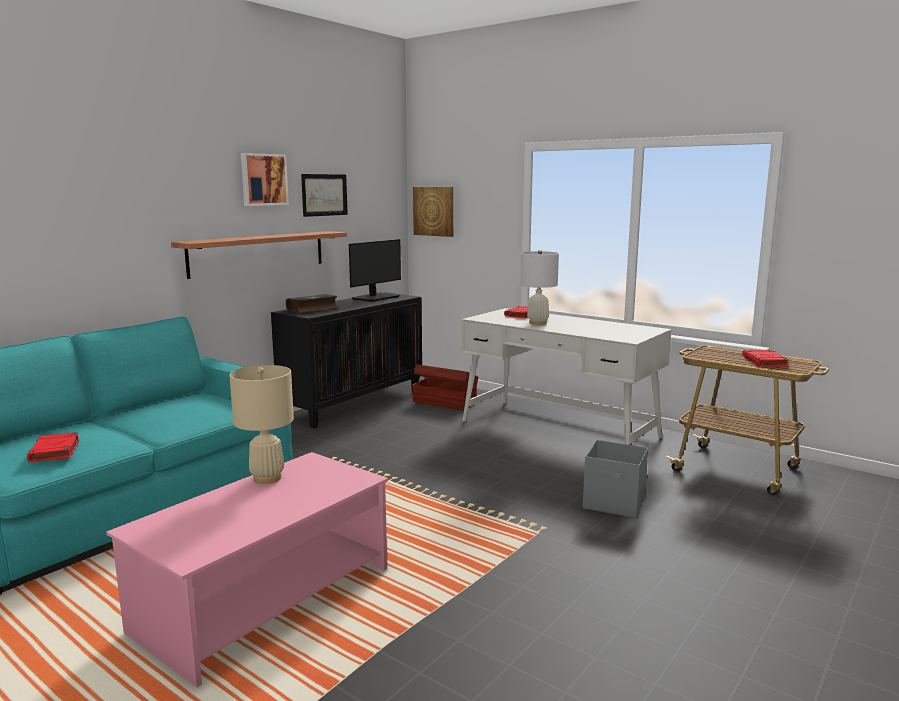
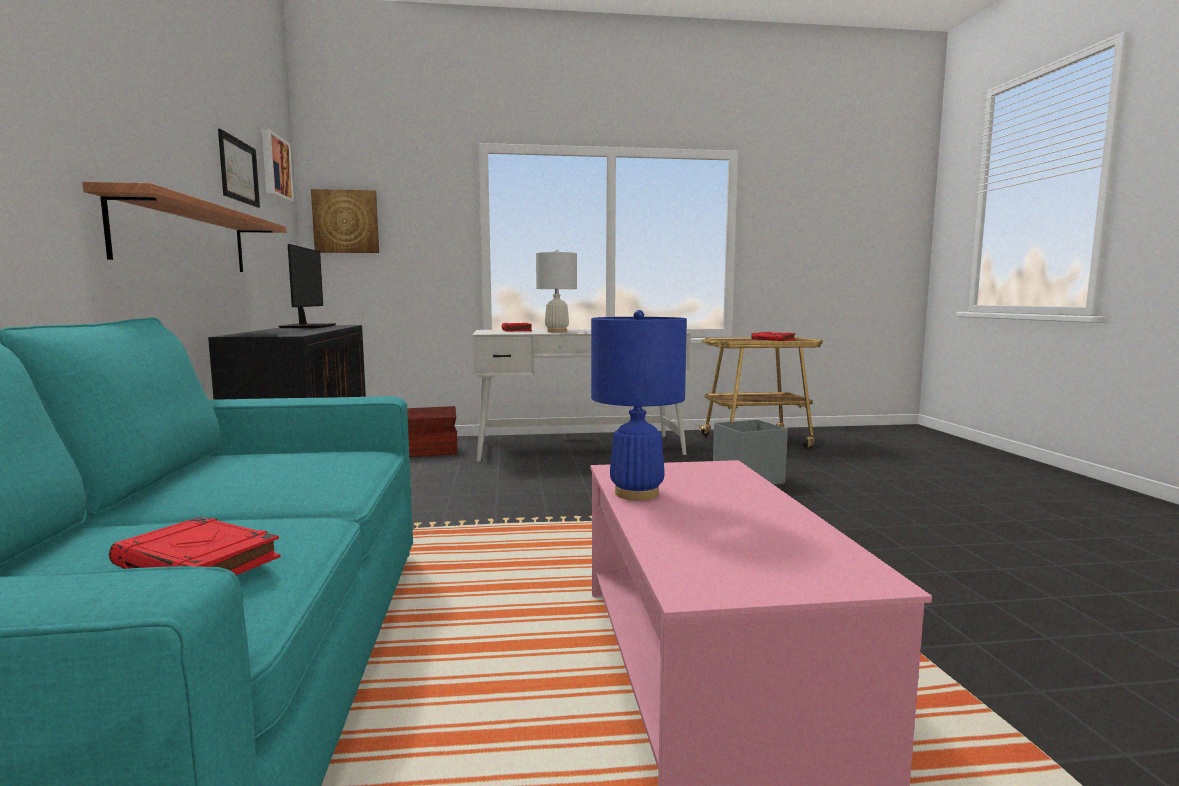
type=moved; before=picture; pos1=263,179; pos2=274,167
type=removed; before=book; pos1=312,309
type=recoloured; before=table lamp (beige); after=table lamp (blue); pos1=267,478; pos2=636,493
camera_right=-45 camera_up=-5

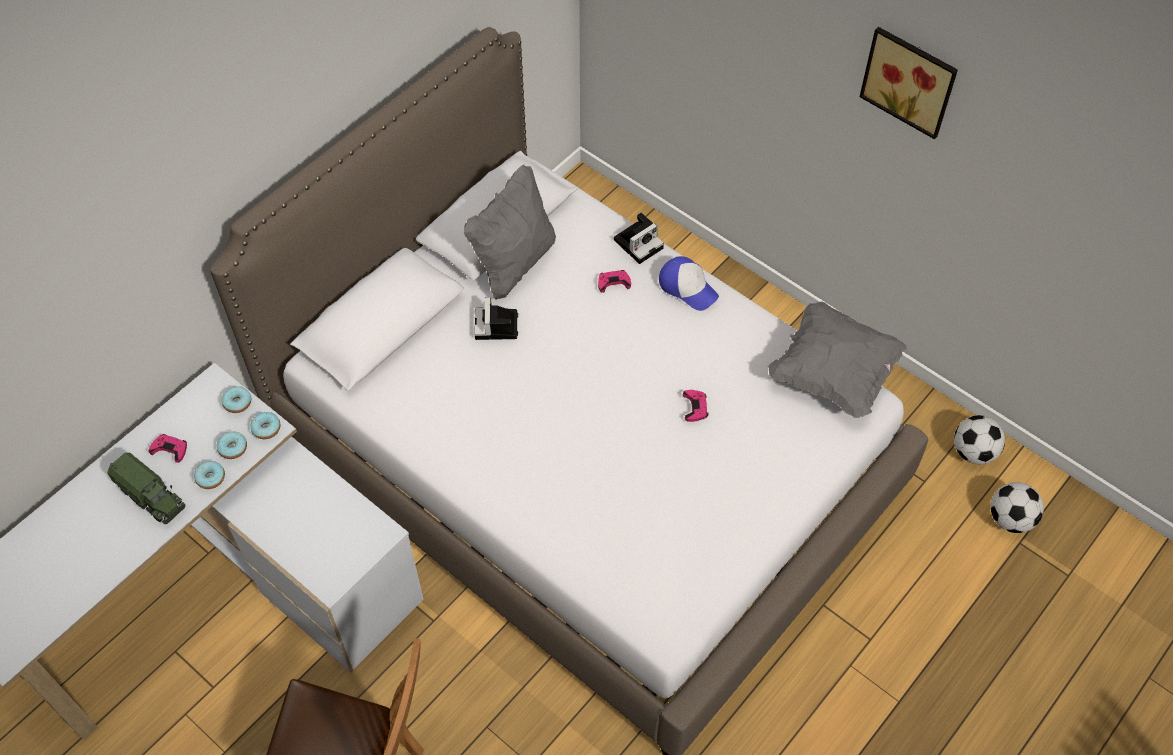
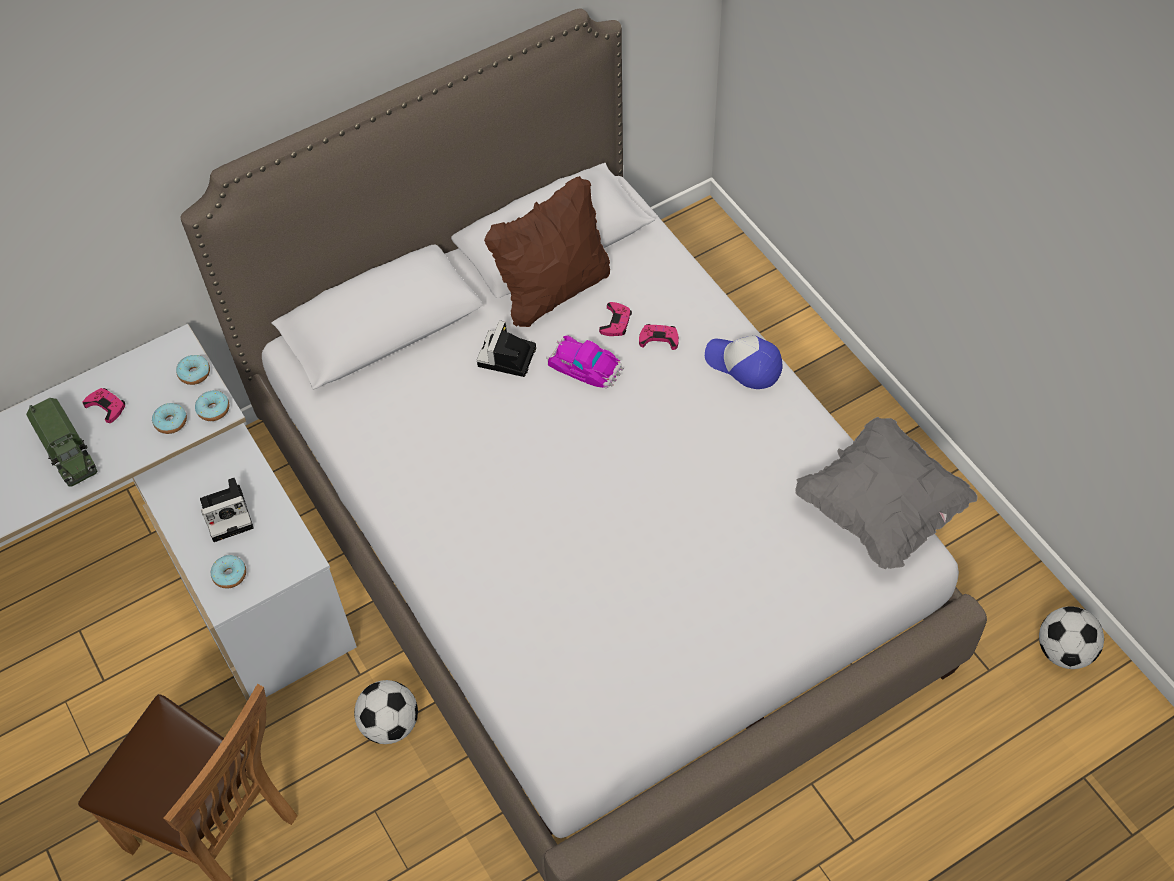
type=removed; before=picture; pos1=910,80
type=recoloured; before=pillow (grey); after=pillow (brown); pos1=514,264; pos2=553,291
type=moved; before=photo camera; pos1=639,242; pos2=229,513
type=turned; before=cap; pos1=688,287; pos2=744,364; turn=150
type=moved; before=game controller (pink); pos1=695,407; pos2=616,322
type=moved; before=donut; pos1=210,478; pos2=230,575
type=moved; before=football; pos1=1010,519; pos2=390,724
type=added; after=toy car; pos2=584,365
camera_right=20 camera_up=0

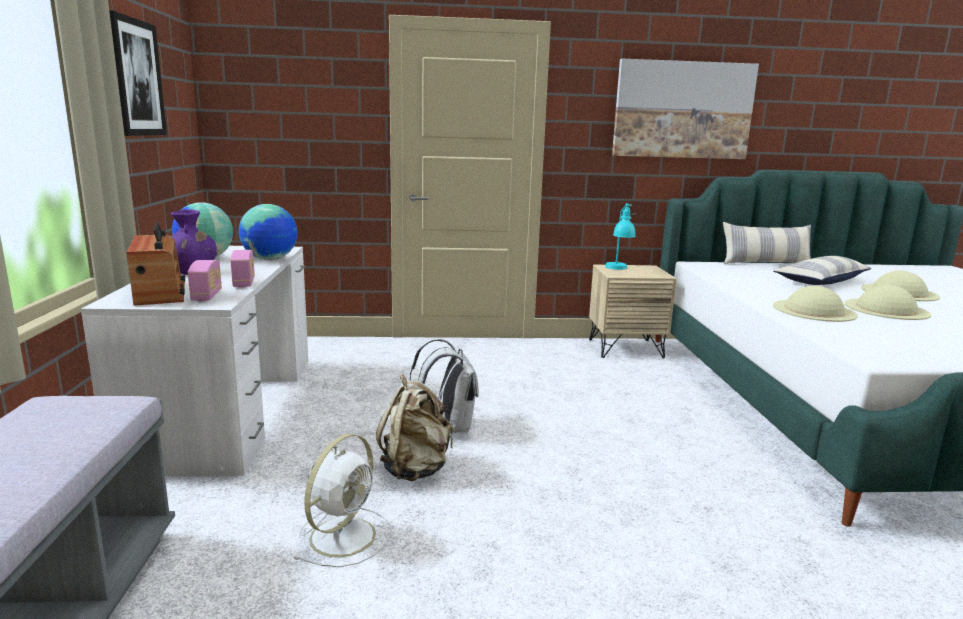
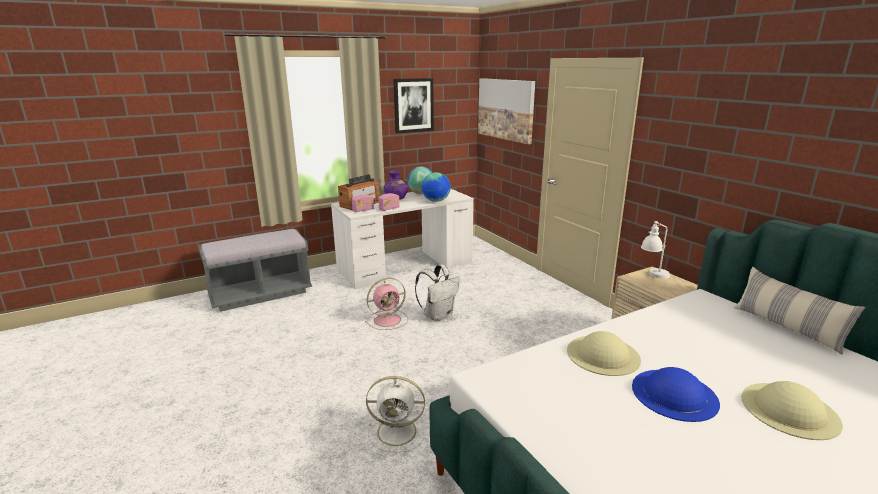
type=moved; before=picture; pos1=682,110; pos2=506,109
type=recoloured; before=table lamp (turquoise); after=table lamp (white); pos1=619,269; pos2=653,276
type=removed; before=pillow; pos1=821,281
type=recoloured; before=hat (beige); after=hat (blue); pos1=886,309; pos2=674,394
type=replaced; before=backpack (beige); after=fan (pink); pos1=416,469; pos2=388,320
type=moved; before=fan (white); pos1=344,535; pos2=398,432
camera_right=65 camera_up=5

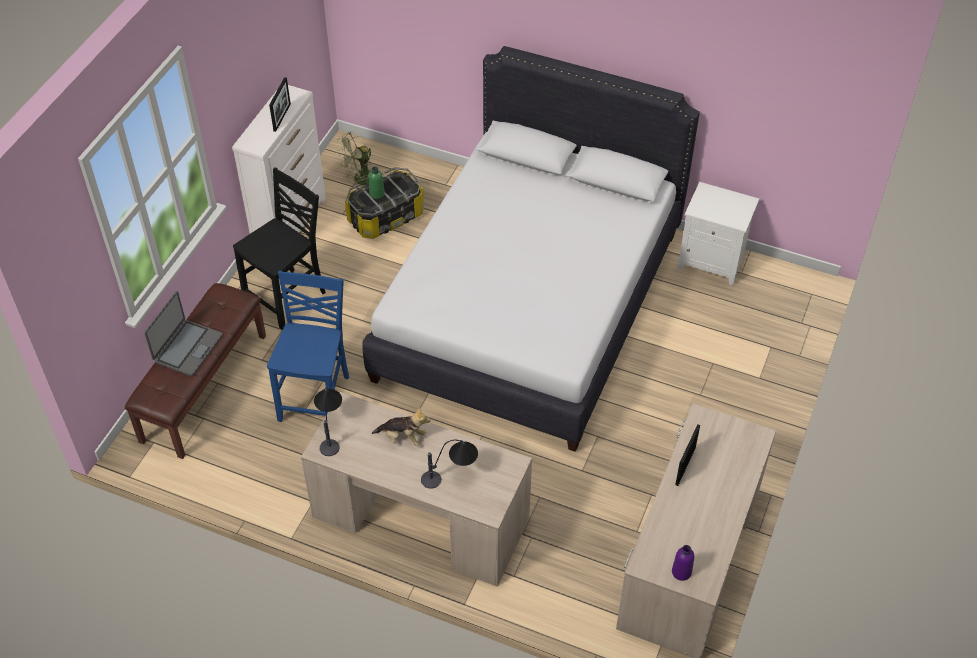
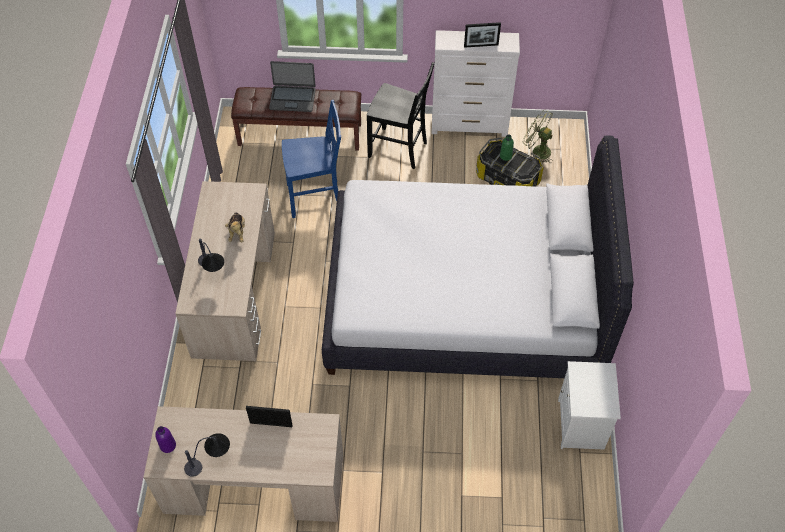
type=moved; before=table lamp; pos1=330,431; pos2=211,461
camera_right=70 camera_up=5

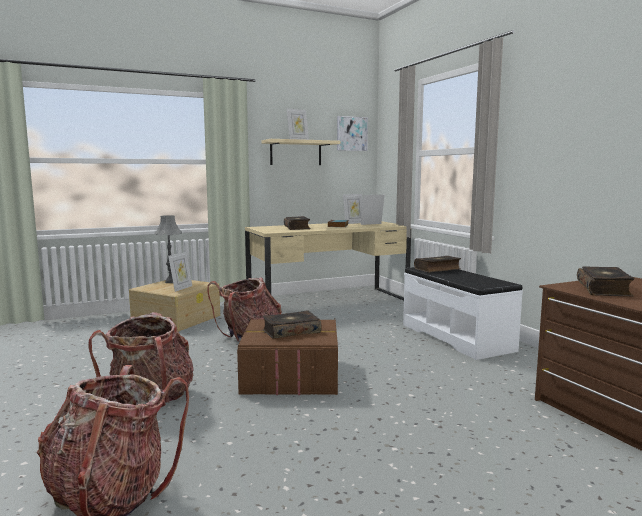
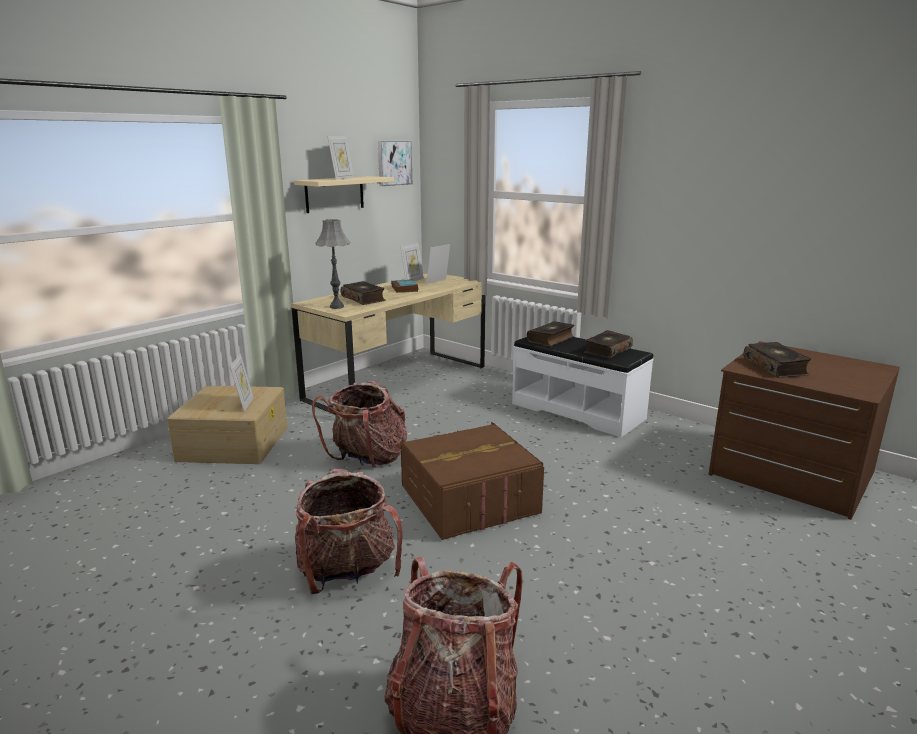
type=moved; before=table lamp (grey); pos1=171,282; pos2=337,307
type=moved; before=book; pos1=291,331; pos2=607,350
camera_right=-25 camera_up=10

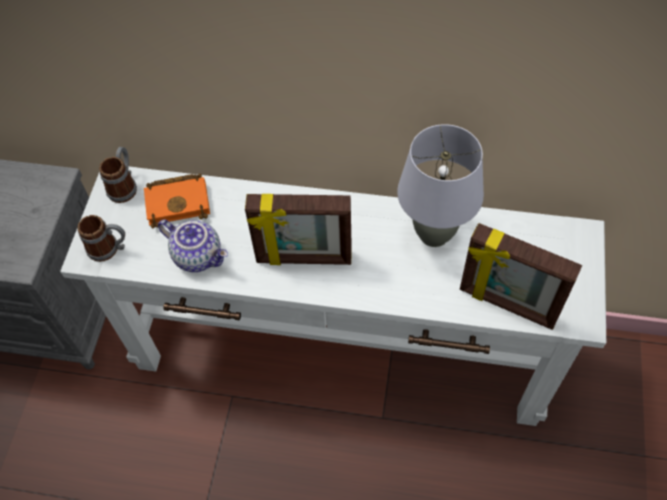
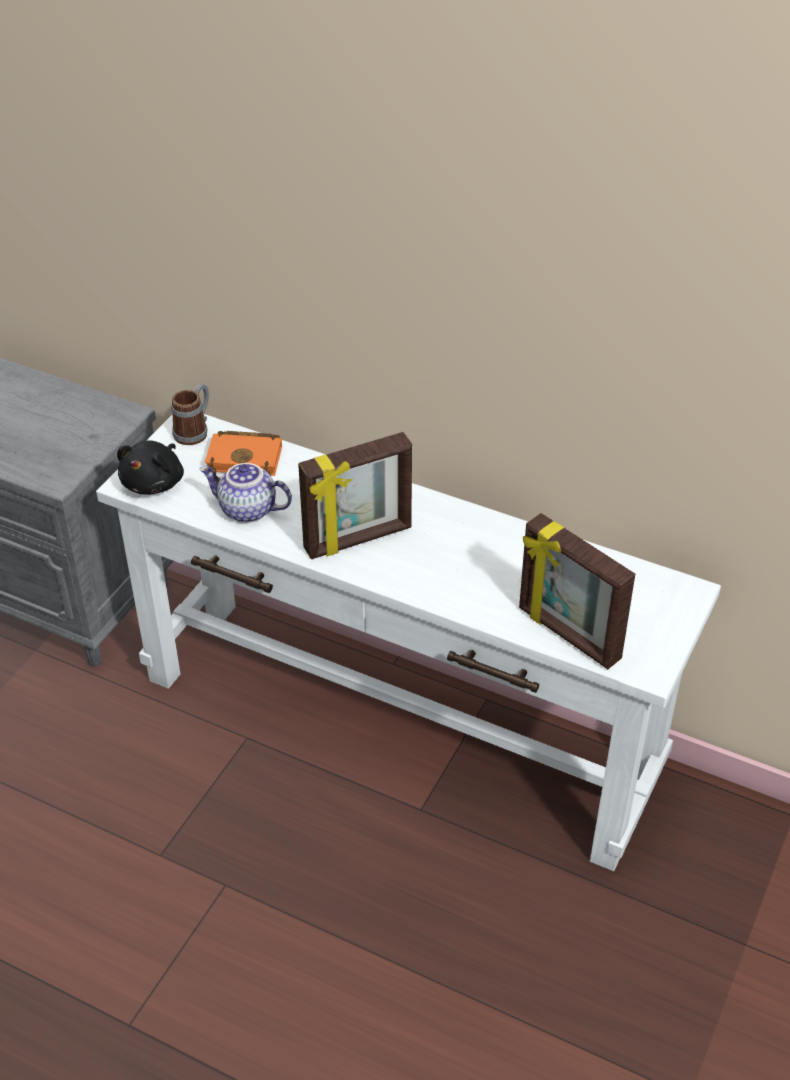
type=removed; before=table lamp (grey); pos1=434,235
type=turned; before=picture frame; pos1=304,259; pos2=358,540; turn=-45
type=replaced; before=mug; after=plush toy (black); pos1=109,249; pos2=155,482
type=turned; before=teapot; pos1=199,255; pos2=246,510; turn=150
camera_right=15 camera_up=-15

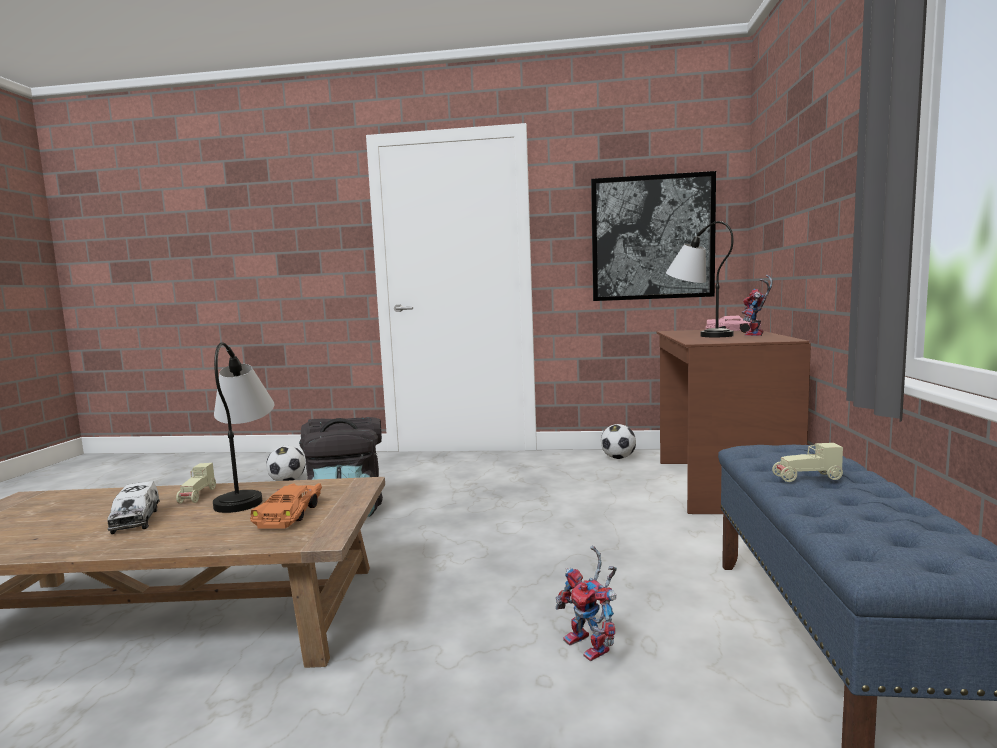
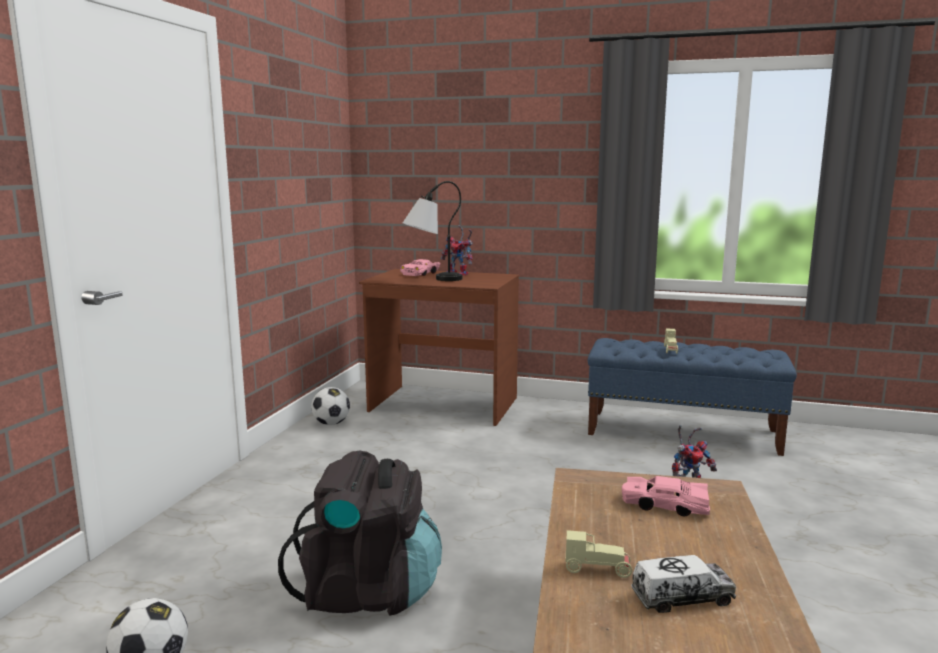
type=removed; before=picture; pos1=652,238
type=removed; before=table lamp; pos1=248,493
type=recoloured; before=toy car (orange); after=toy car (pink); pos1=291,514; pos2=665,505
camera_right=-80 camera_up=5

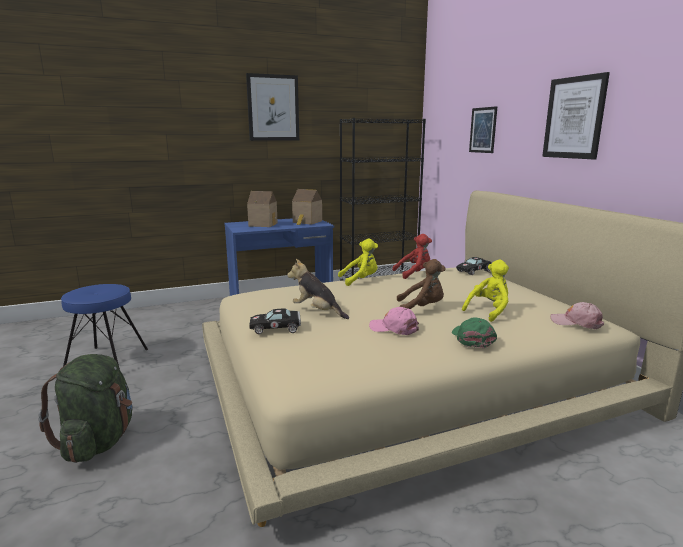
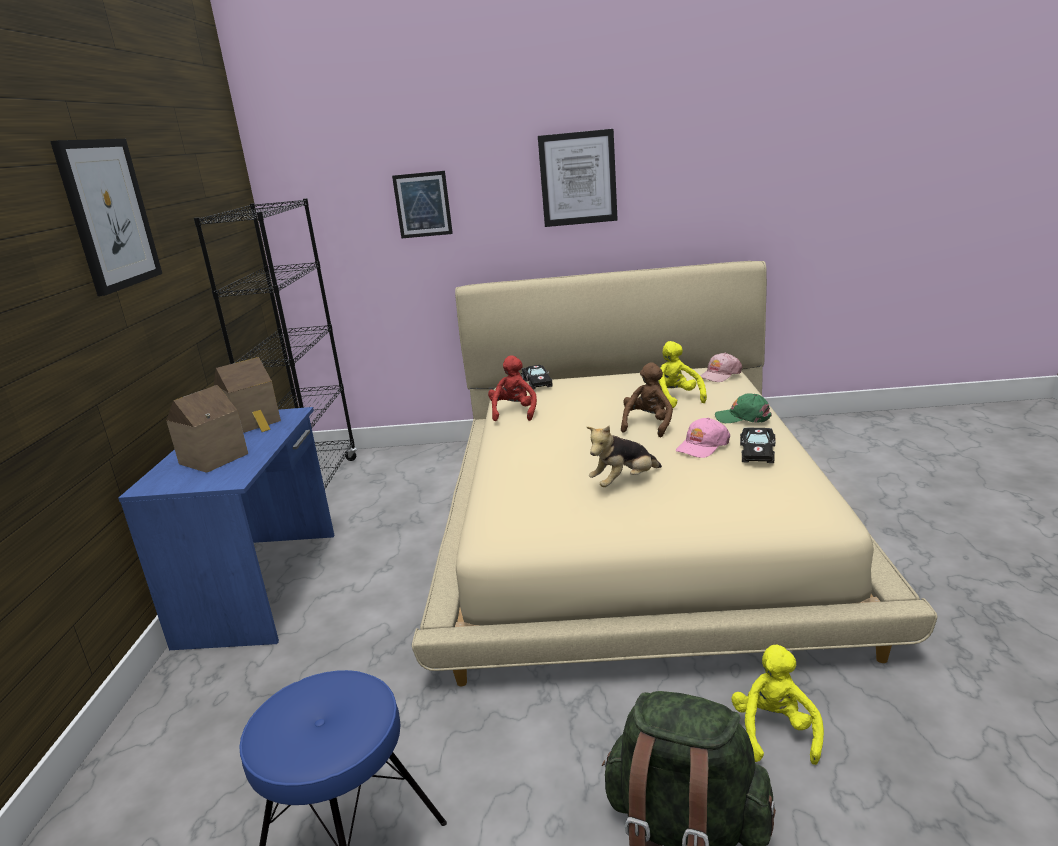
type=moved; before=plush toy (yellow); pos1=360,280; pos2=775,732
type=moved; before=toy car (black); pos1=278,328; pos2=757,452
camera_right=-65 camera_up=5

